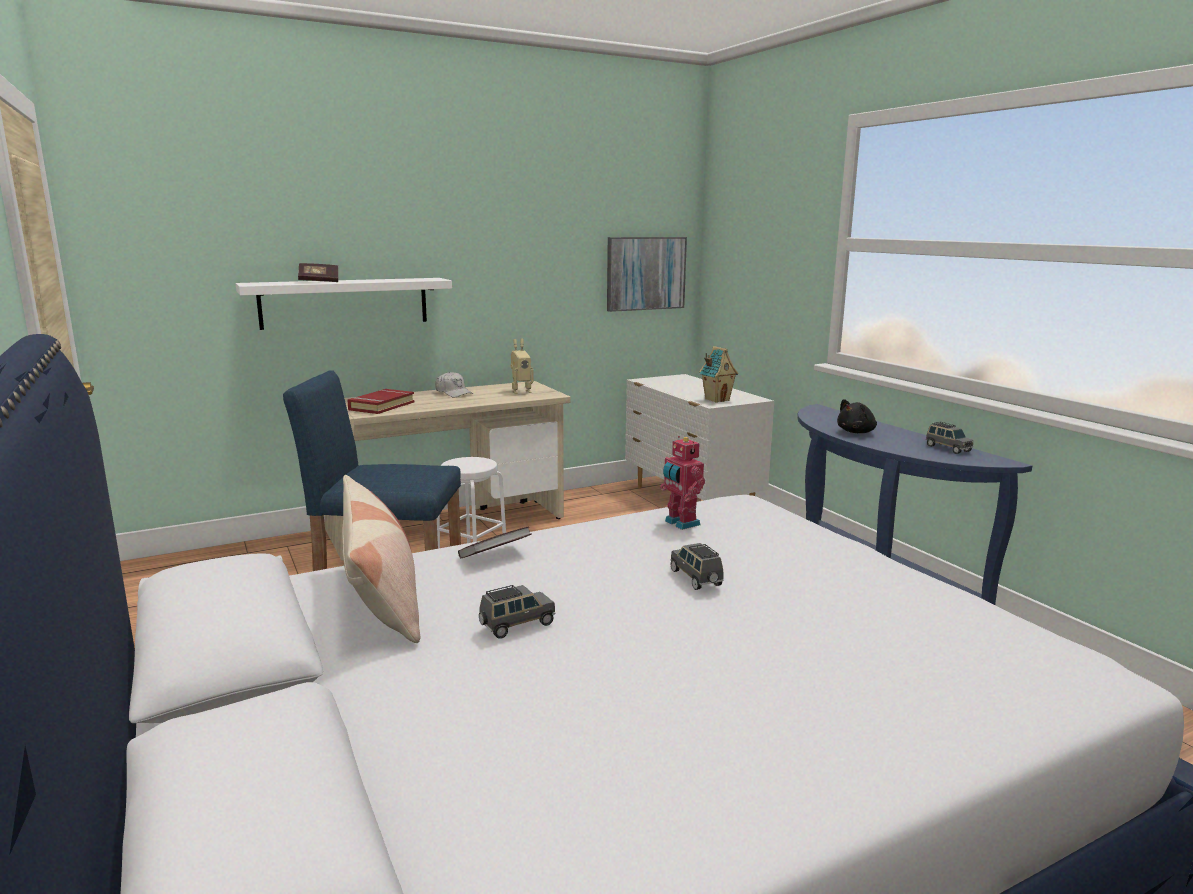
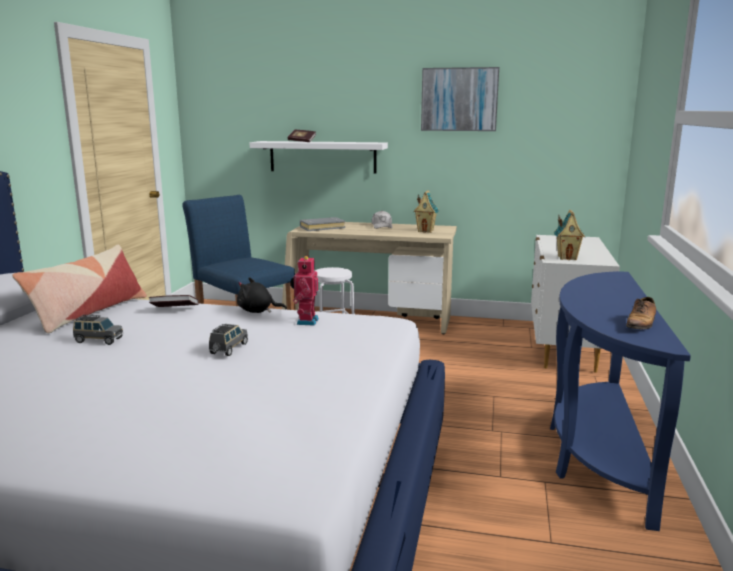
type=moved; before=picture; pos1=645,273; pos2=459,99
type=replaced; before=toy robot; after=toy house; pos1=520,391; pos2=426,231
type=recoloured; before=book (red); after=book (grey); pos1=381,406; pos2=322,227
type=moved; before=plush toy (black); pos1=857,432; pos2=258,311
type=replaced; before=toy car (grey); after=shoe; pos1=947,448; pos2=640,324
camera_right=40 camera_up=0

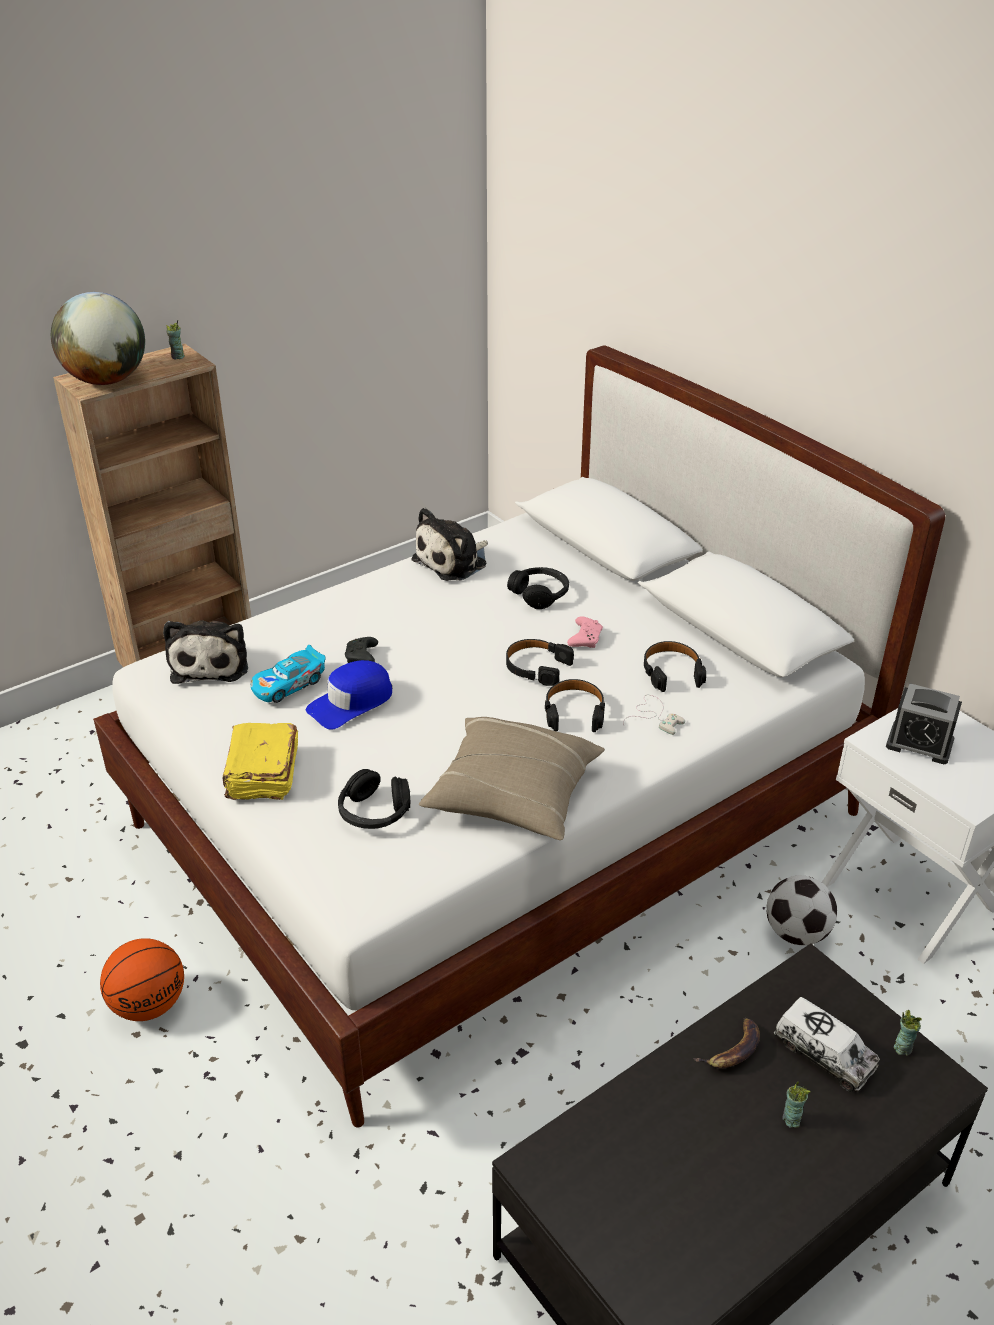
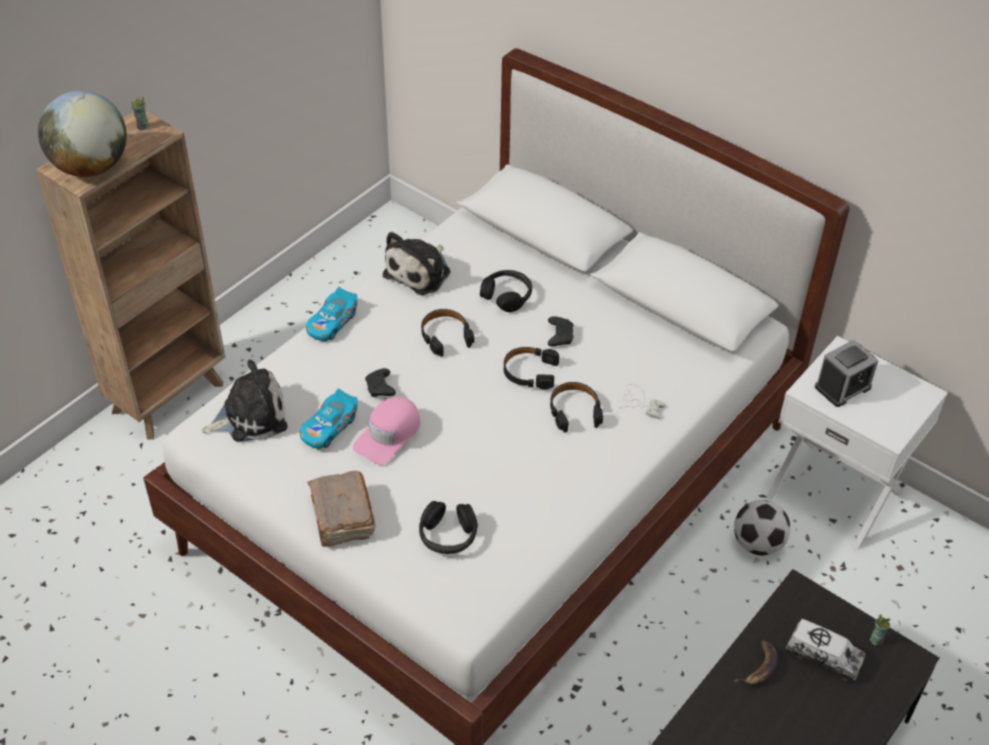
type=recoloured; before=game controller (pink); after=game controller (black); pos1=585,638; pos2=559,335
type=turned; before=plush toy; pos1=211,663; pos2=250,416; turn=-90
type=moved; before=headphones (black); pos1=672,672; pos2=445,336
type=recoloured; before=cap (blue); after=cap (pink); pos1=351,702; pos2=388,435
type=turned; before=alarm clock; pos1=919,744; pos2=842,387; turn=-45
type=removed; before=pillow (beige); pos1=512,796
type=recoloured; before=book (yellow); after=book (brown); pos1=262,774; pos2=342,518
type=removed; before=basketball; pos1=150,1004
type=removed; before=cup; pos1=791,1119
type=added; after=toy car; pos2=332,322
camera_right=-15 camera_up=10

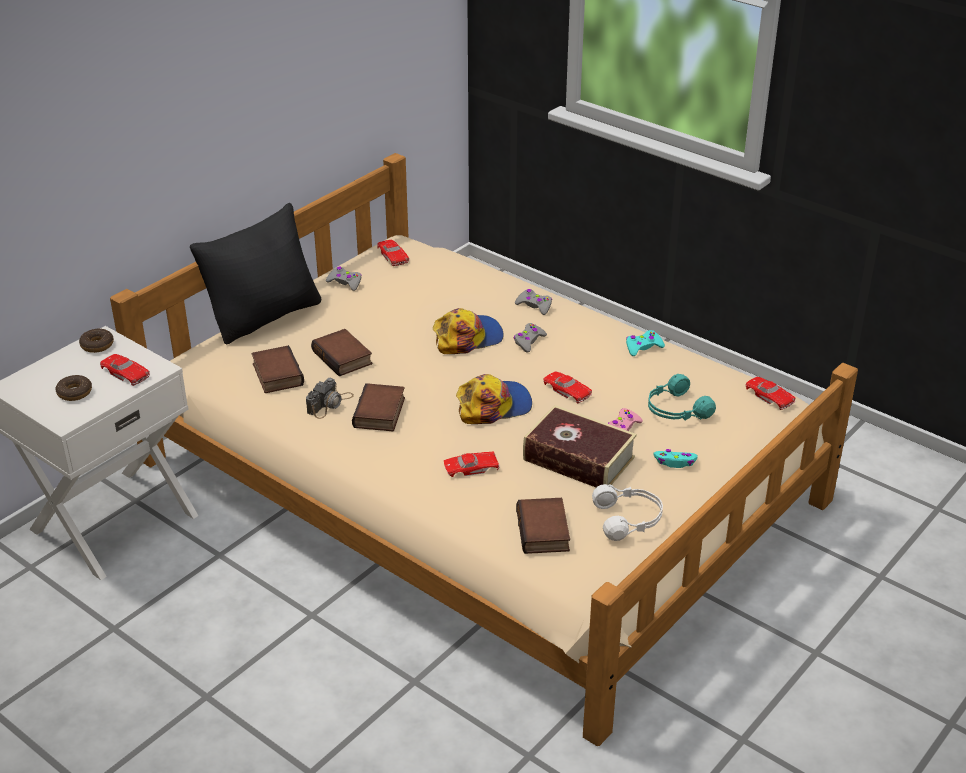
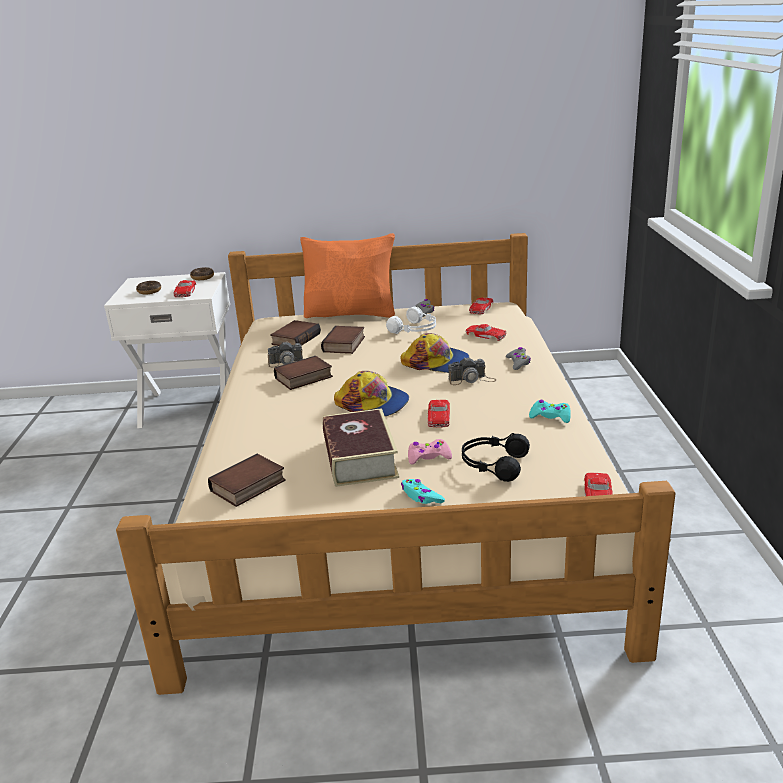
type=recoloured; before=pillow (black); after=pillow (orange); pos1=264,316; pos2=351,313
type=replaced; before=game controller (grey); after=photo camera; pos1=529,341; pos2=471,380
type=recoloured; before=headphones (turquoise); after=headphones (black); pos1=675,410; pos2=493,465
type=moved; before=toy car (red); pos1=471,468; pos2=486,335
type=moved; before=headphones (white); pos1=628,519; pos2=415,330
camera_right=50 camera_up=-10

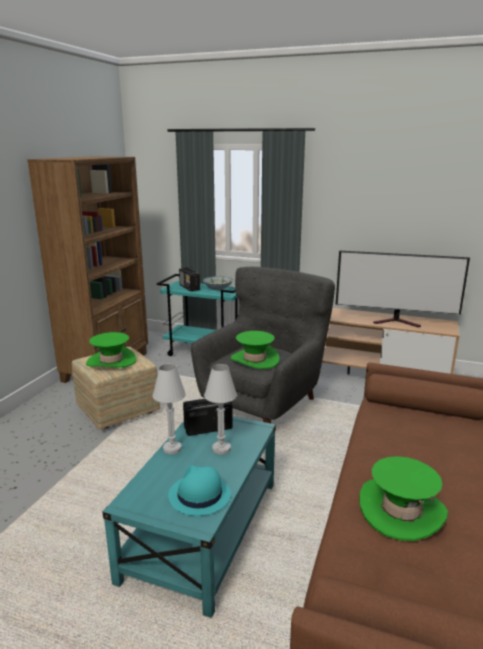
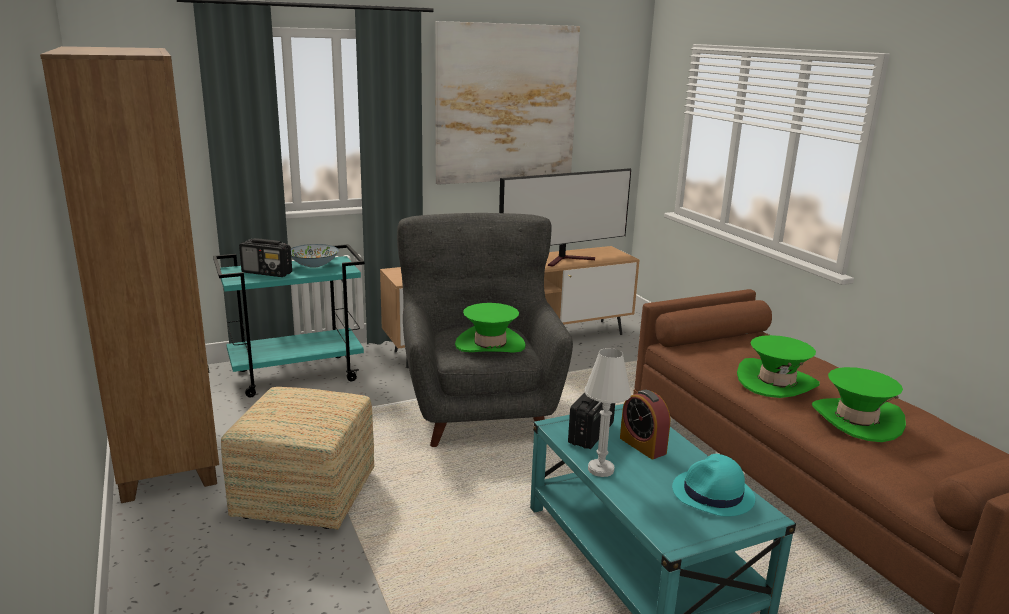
type=moved; before=hat (green); pos1=111,361; pos2=776,382
type=replaced; before=table lamp (white); after=alarm clock; pos1=221,449; pos2=642,445
type=added; after=picture; pos2=506,104
camera_right=-45 camera_up=0

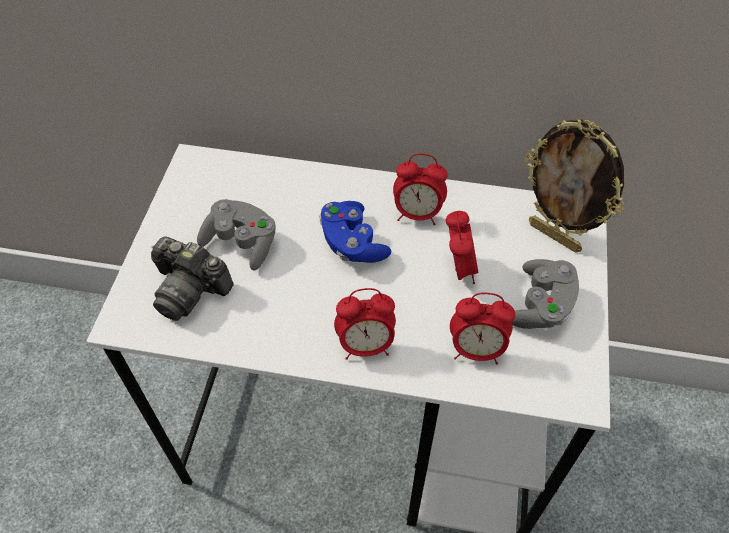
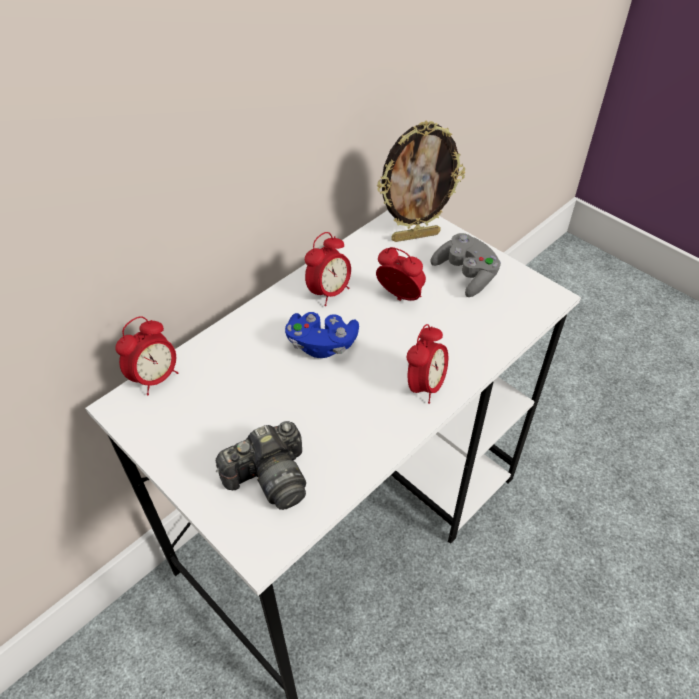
type=removed; before=game controller (grey); pos1=241,243
type=moved; before=alarm clock; pos1=476,350; pos2=155,378
camera_right=-55 camera_up=-5

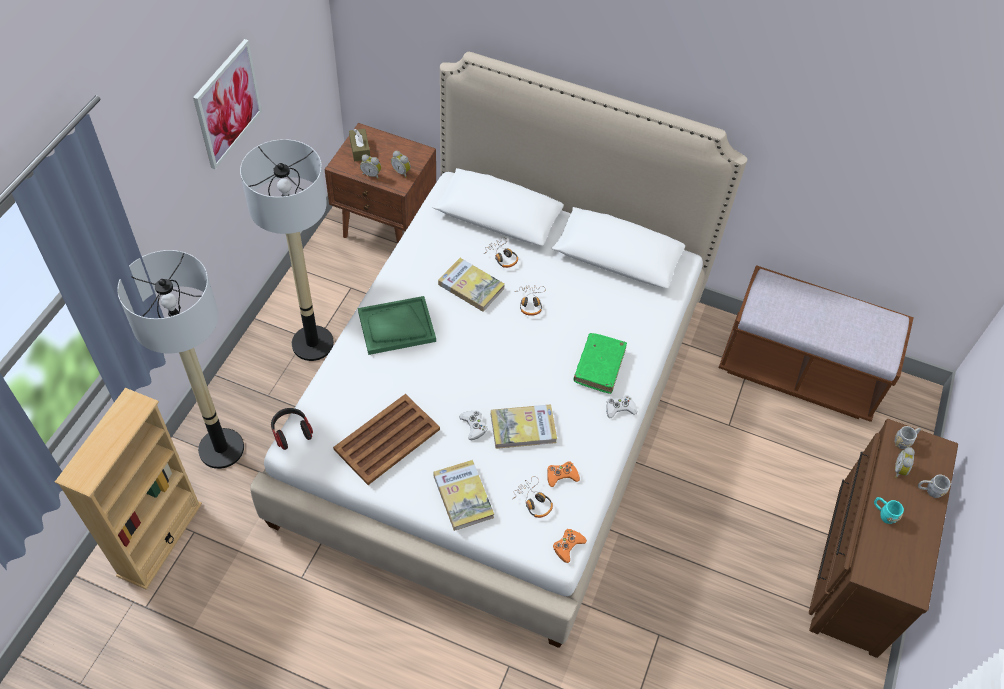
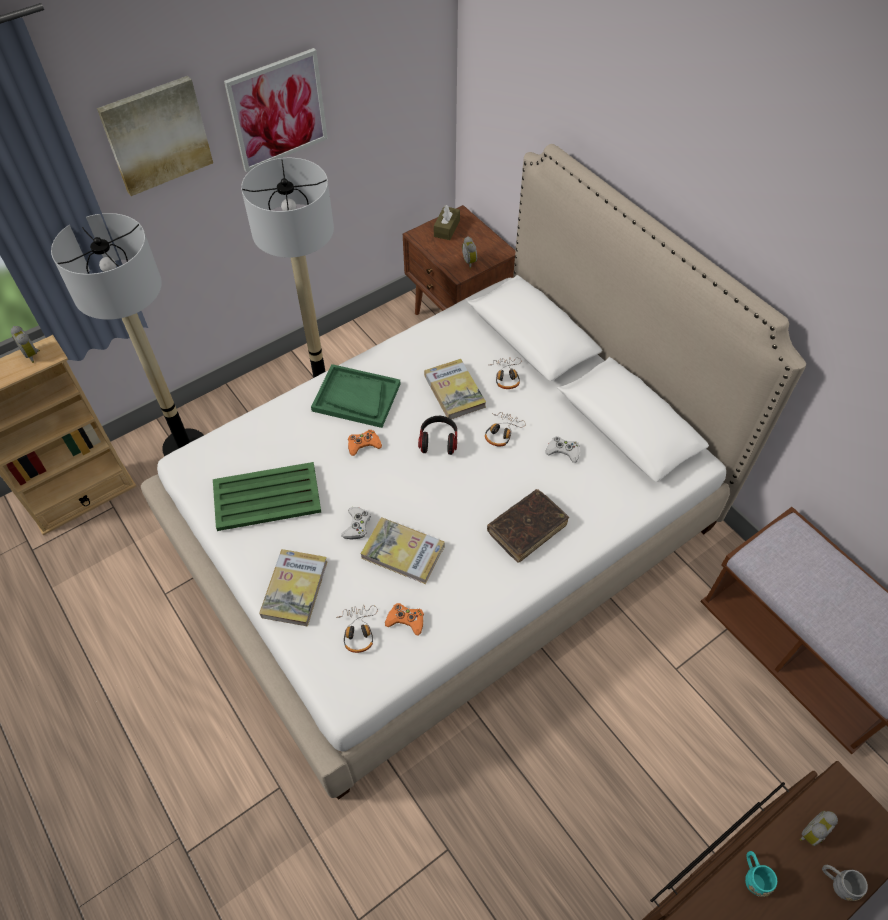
type=moved; before=alarm clock; pos1=371,174; pos2=32,354
type=recoloured; before=book (green); after=book (brown); pos1=599,366; pos2=527,529
type=recoloured; before=tray (brown); after=tray (green); pos1=388,439; pos2=268,497
type=moved; before=game controller (white); pos1=620,408; pos2=563,451
type=moved; before=headphones; pos1=291,432; pos2=438,440
type=removed; before=mug (grey); pos1=904,441
type=moved; before=game controller (orange); pos1=568,546; pos2=363,444
type=added; after=picture; pos2=156,135
camera_right=35 camera_up=0

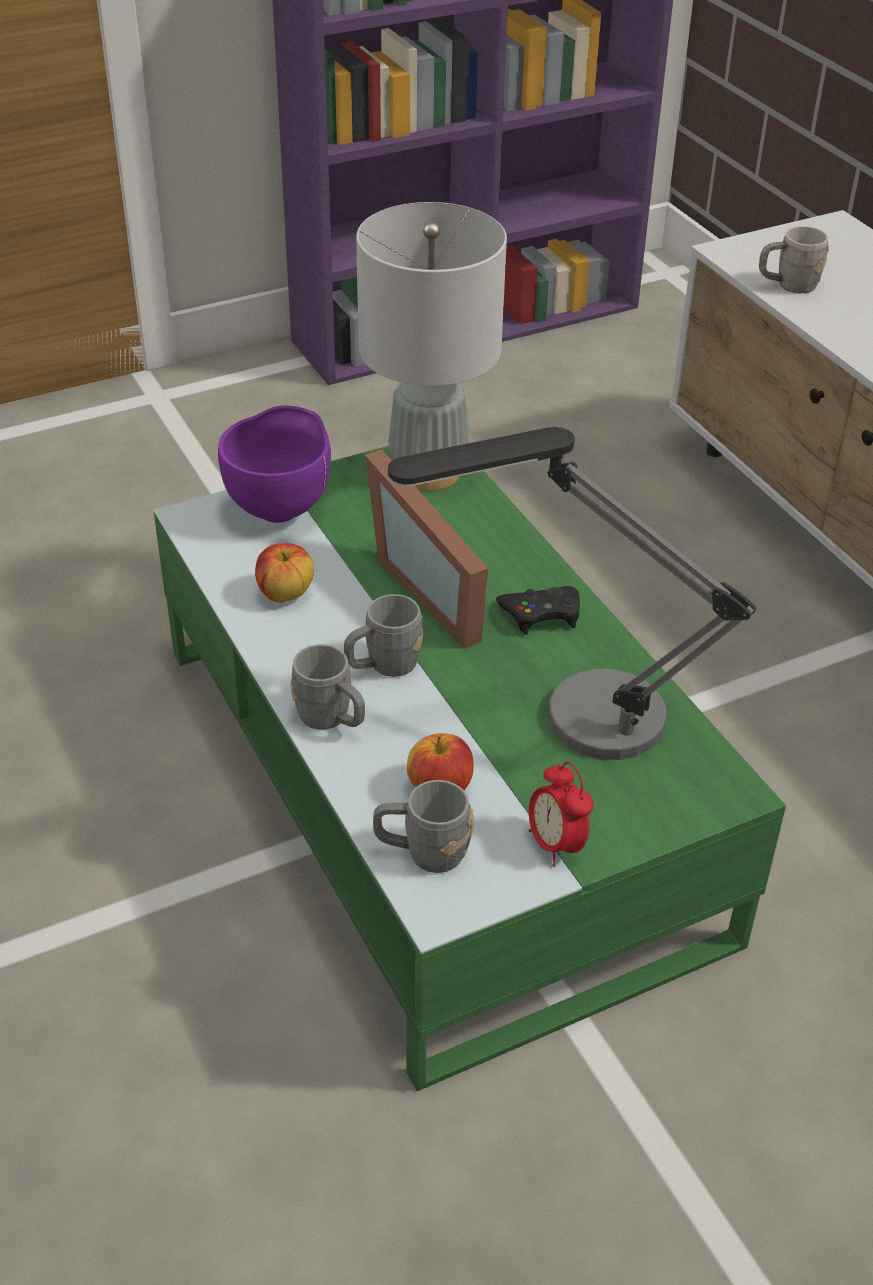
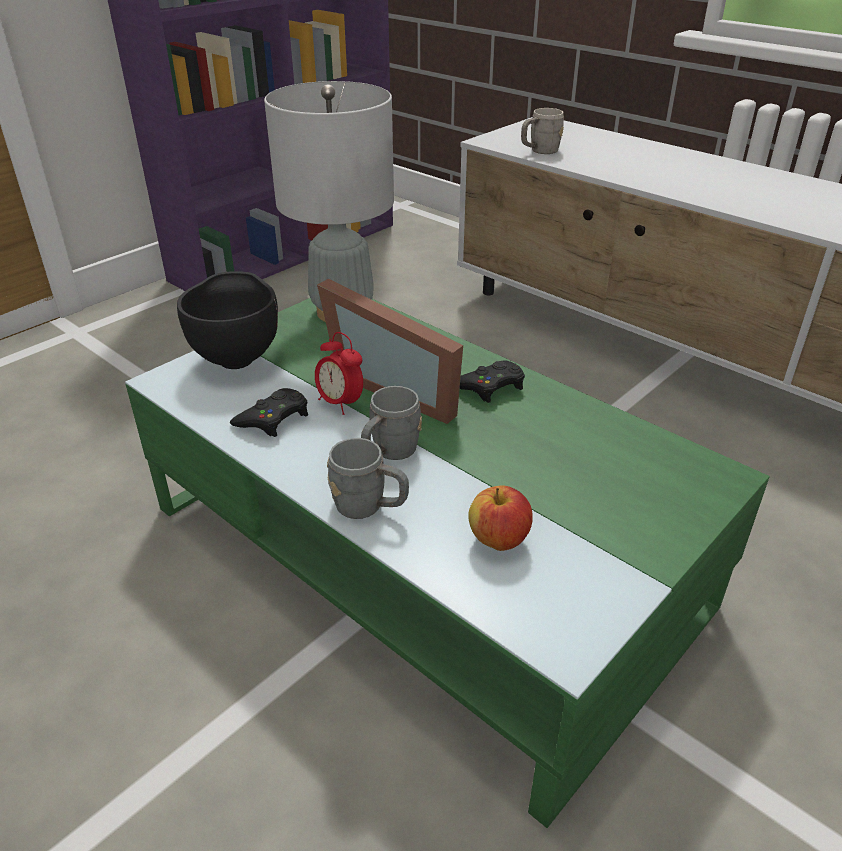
type=recoloured; before=bowl (purple); after=bowl (black); pos1=281,508; pos2=237,358
type=removed; before=table lamp; pos1=570,722
type=replaced; before=apple; after=game controller (black); pos1=285,594; pos2=273,418
type=moved; before=alarm clock; pos1=556,844; pos2=340,403
type=removed; before=mug (grey); pos1=423,853
camera_right=-20 camera_up=-5

